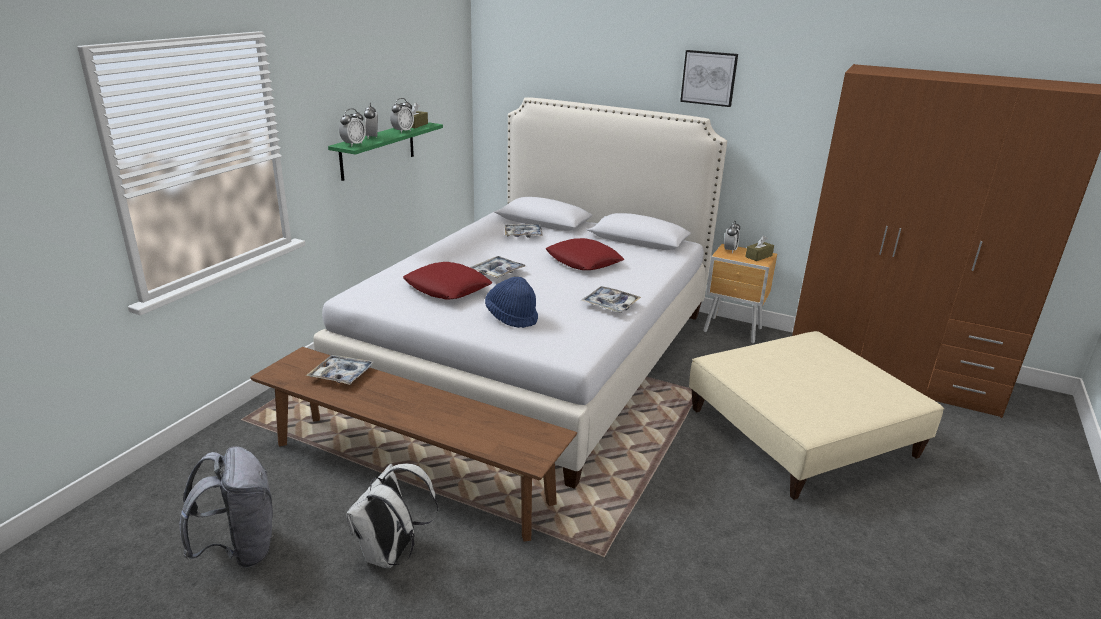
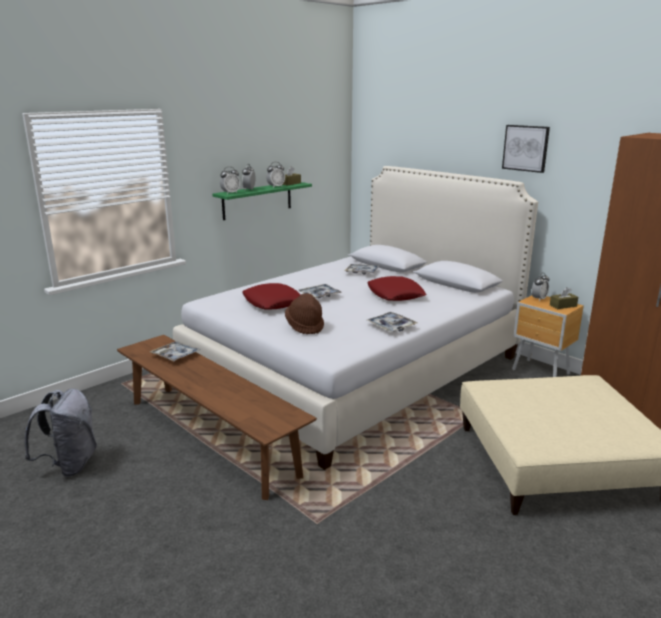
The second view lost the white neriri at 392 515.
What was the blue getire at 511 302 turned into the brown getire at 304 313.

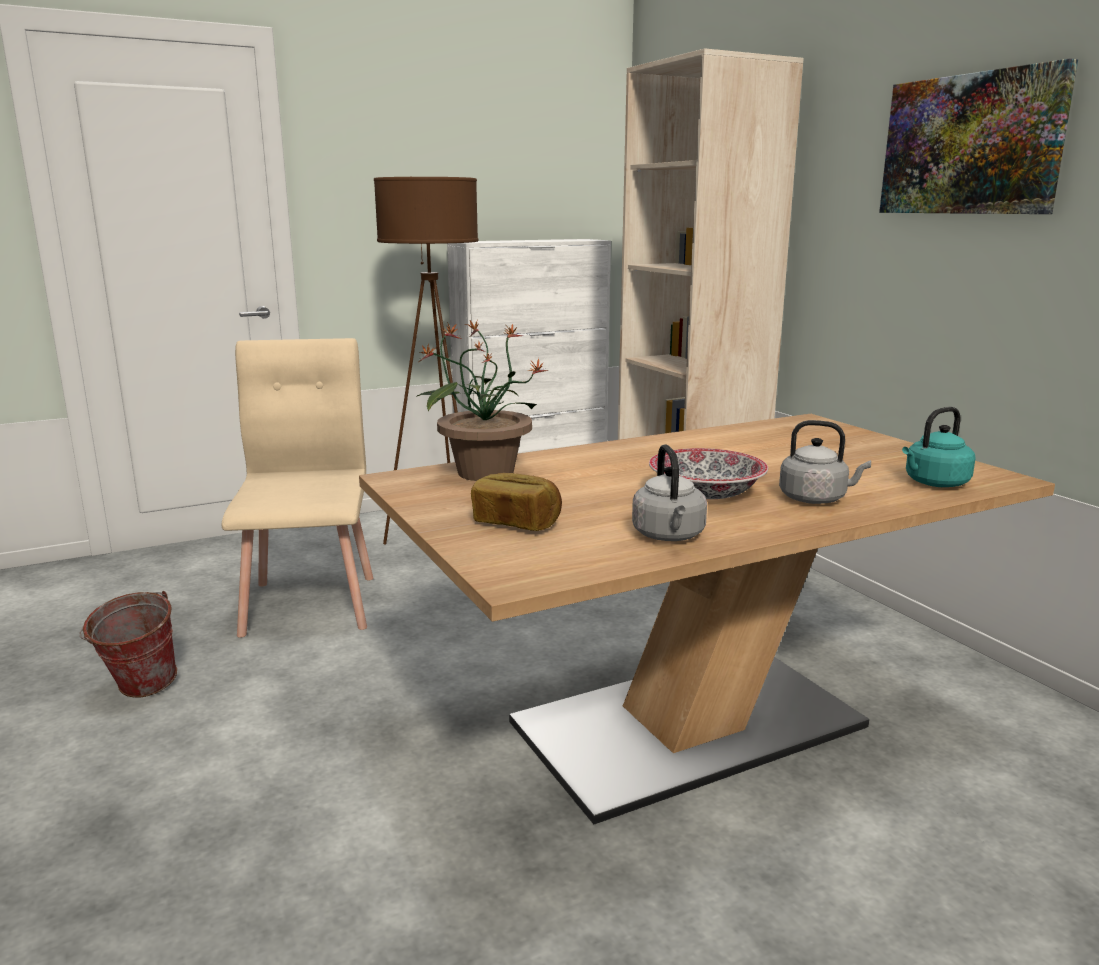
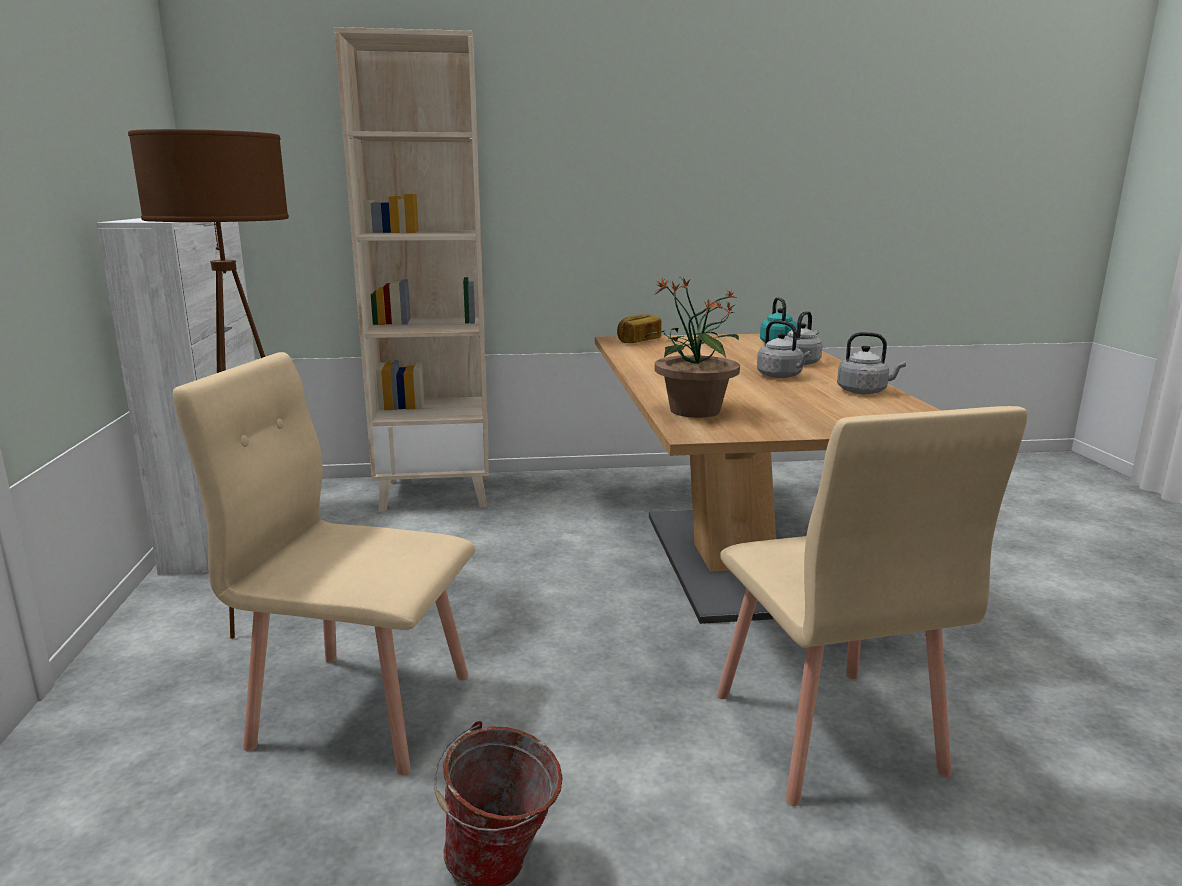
The second view lost the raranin at 978 136.
The second view gained the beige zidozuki at 872 606.
The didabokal ended up elsewhere, having gone from 516 502 to 639 328.
Where the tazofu stood at 708 473, the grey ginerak came to stand at 784 349.

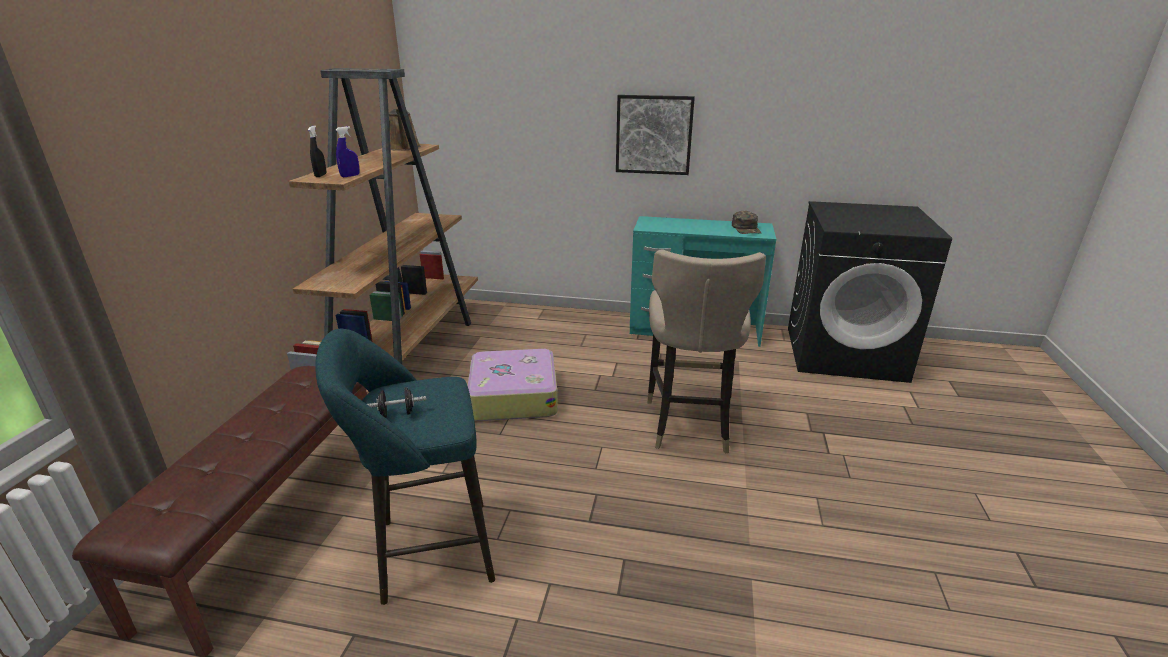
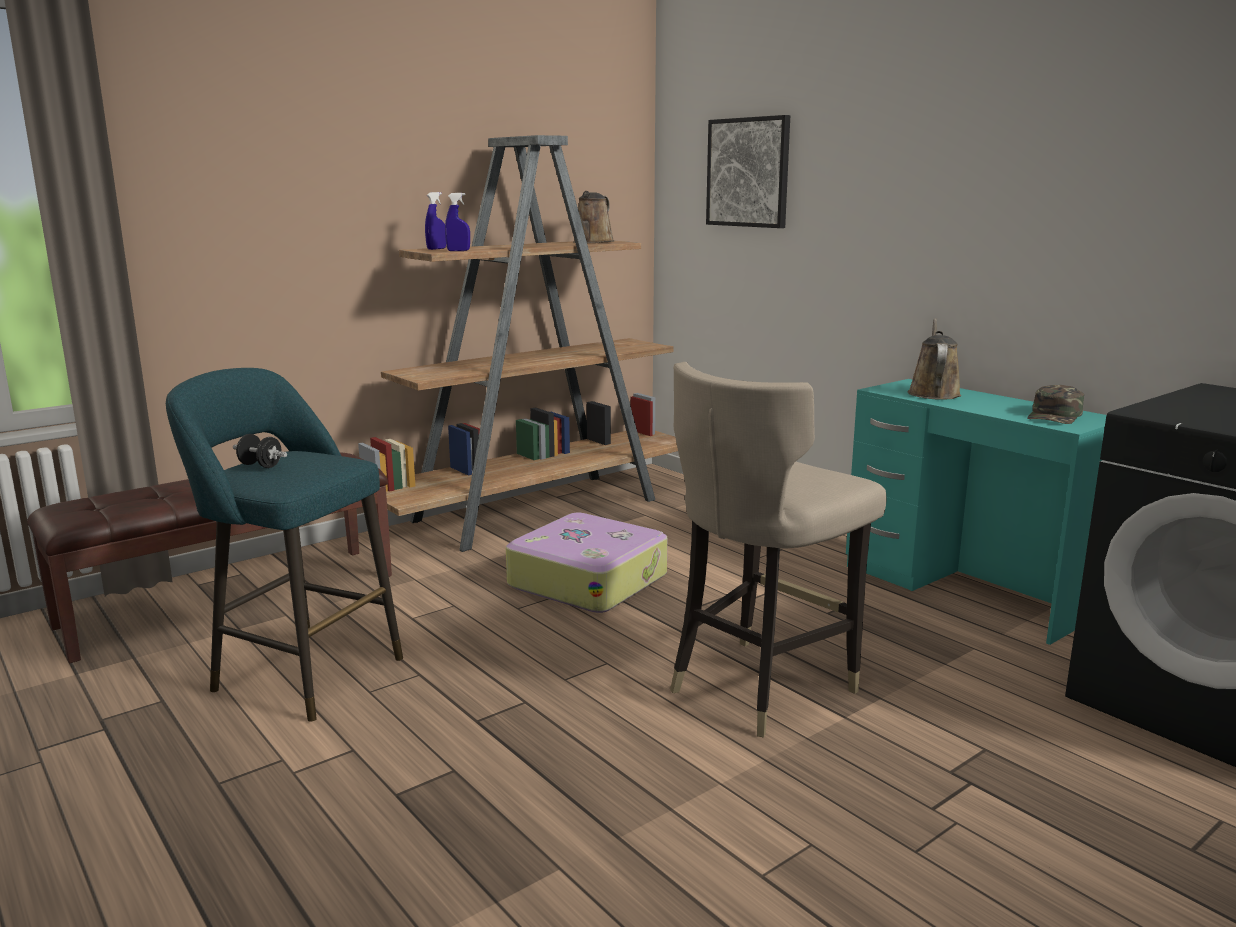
The second view gained the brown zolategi at 934 359.
The raranin ended up elsewhere, having gone from 655 135 to 748 171.
What was the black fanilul at 317 151 turned into the blue fanilul at 435 221.

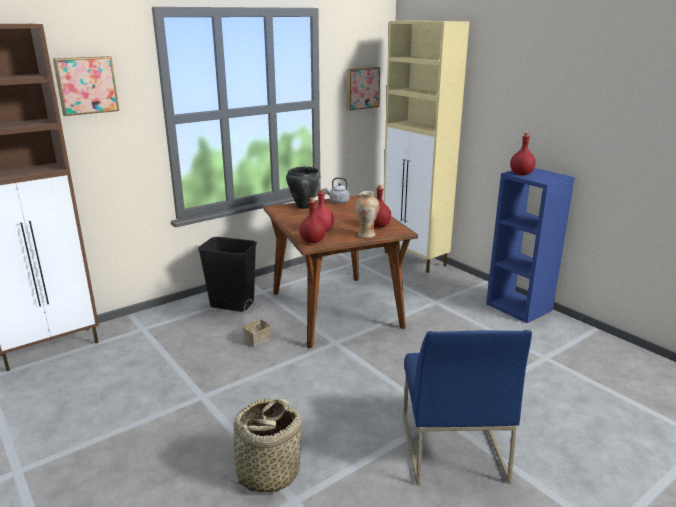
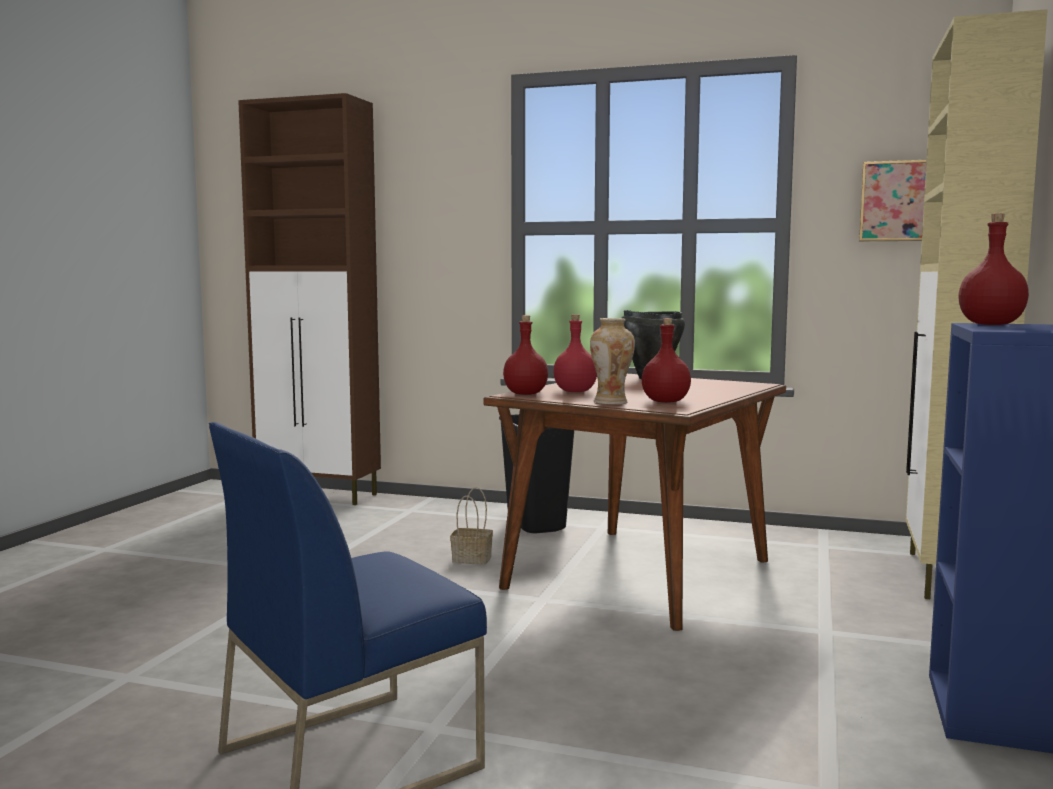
The second view lost the raranin at 86 86.
The second view lost the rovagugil at 262 445.
The second view lost the grey ginerak at 337 190.

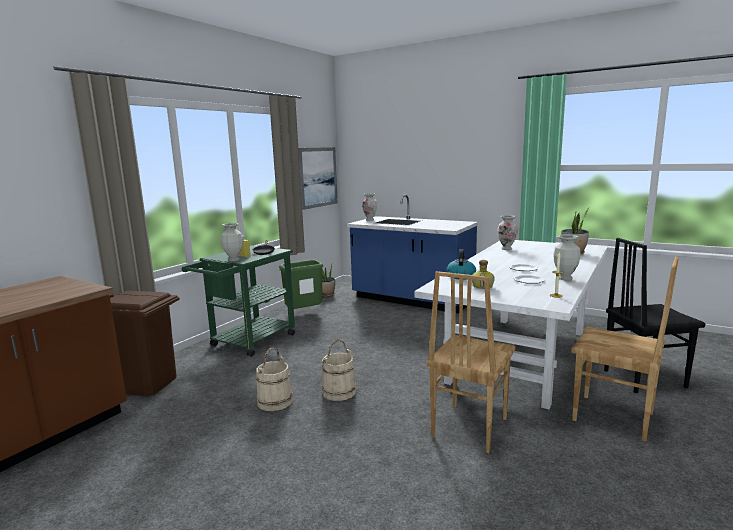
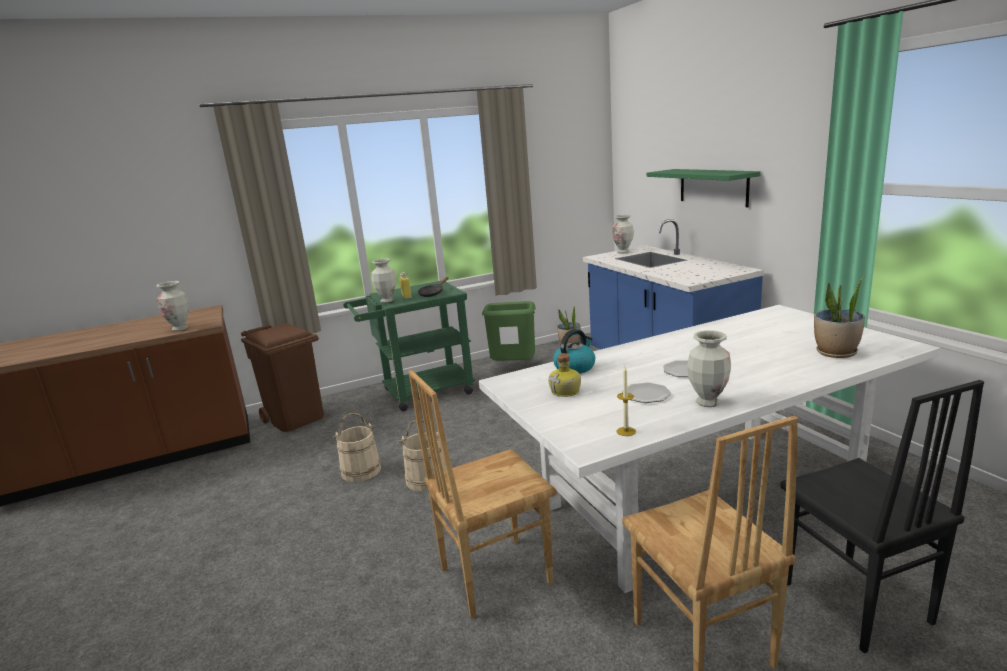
The second view lost the raranin at 318 178.
The second view gained the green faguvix at 703 188.
The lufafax ended up elsewhere, having gone from 507 232 to 172 306.
The black zidozuki at 654 315 ended up facing another way, 135 degrees counterclockwise from before.

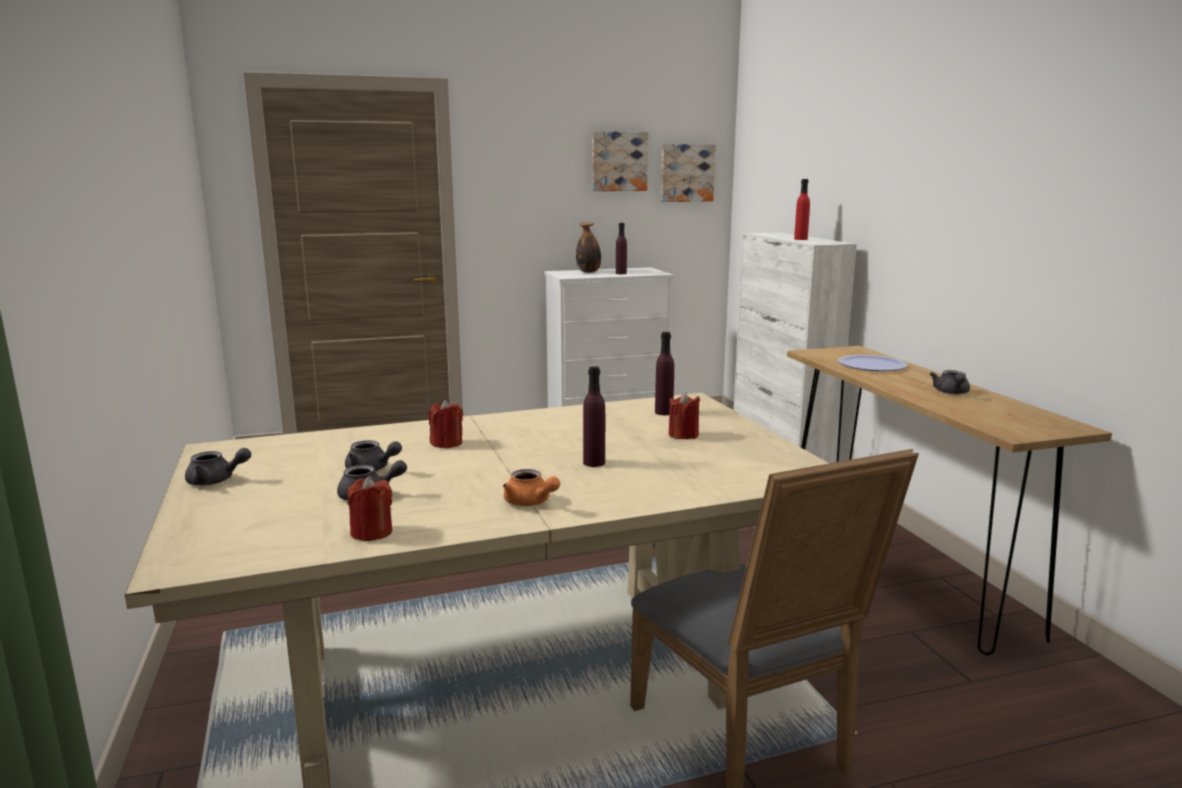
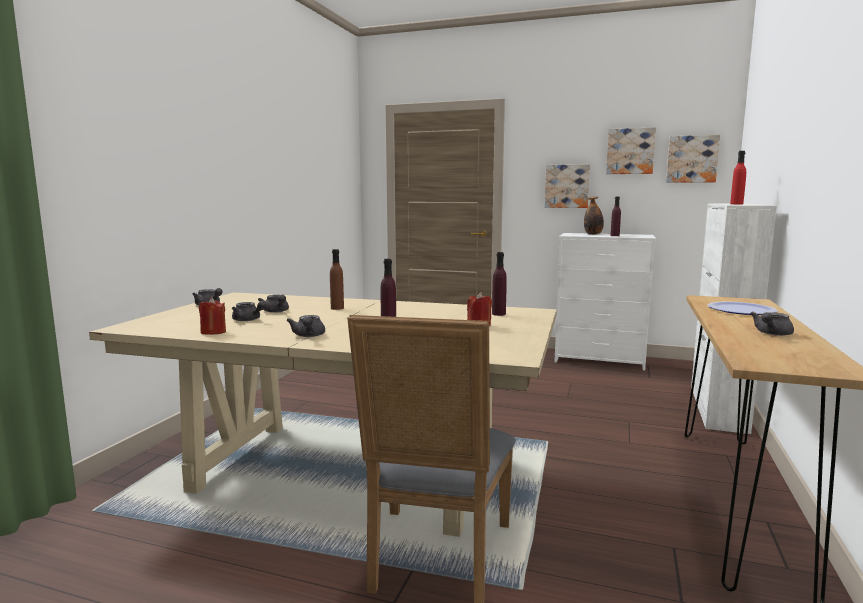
The second view gained the raranin at 567 186.
Where the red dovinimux stood at 446 424, the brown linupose came to stand at 337 279.
What was the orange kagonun at 531 487 turned into the grey kagonun at 306 326.

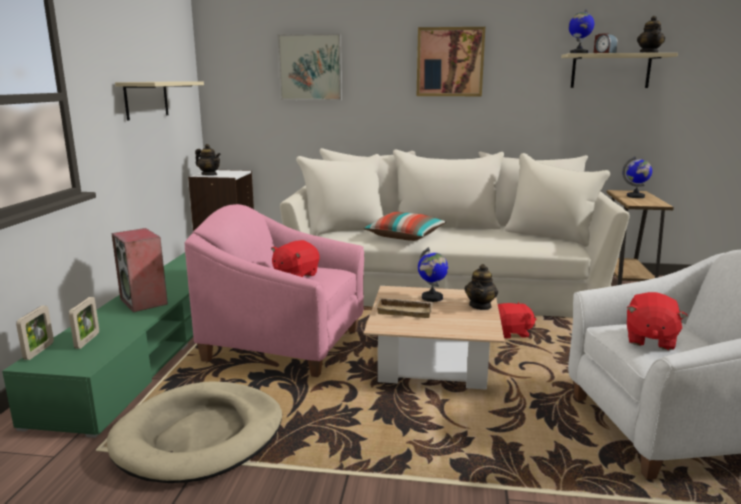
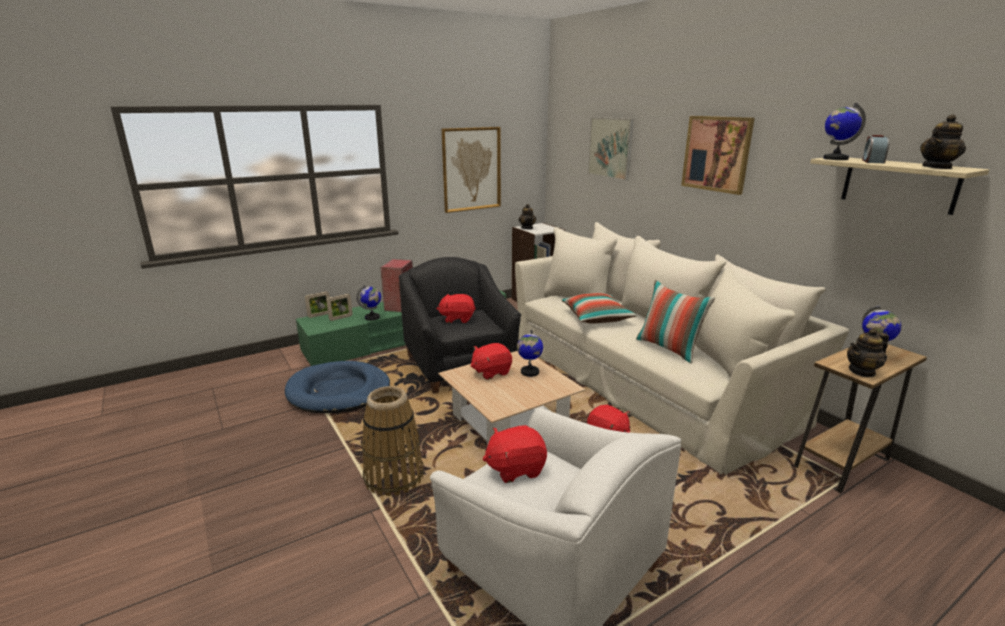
The second view gained the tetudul at 368 303.
The second view gained the rovagugil at 393 441.
The second view gained the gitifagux at 675 322.
The kagonun ended up elsewhere, having gone from 481 287 to 868 352.
Where the beige faguvix hung at 159 101, the raranin came to hang at 471 170.
Where the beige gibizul stood at 404 307, the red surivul came to stand at 491 361.
What was the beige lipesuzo at 194 432 turned into the blue lipesuzo at 337 387.
What was the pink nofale at 274 290 turned into the black nofale at 460 325.

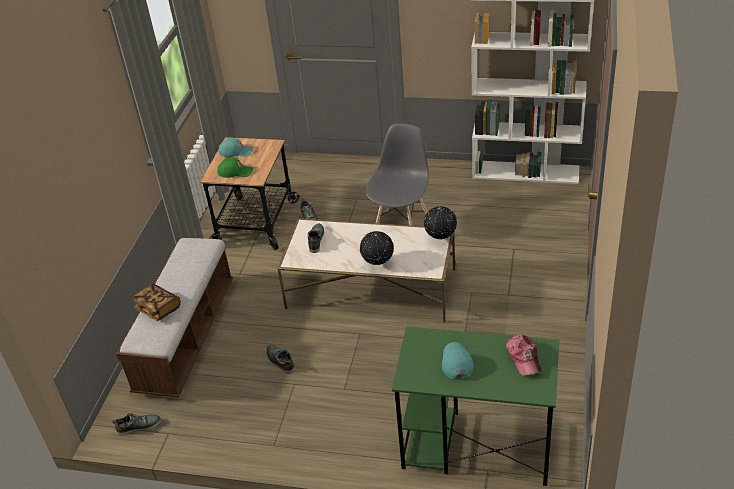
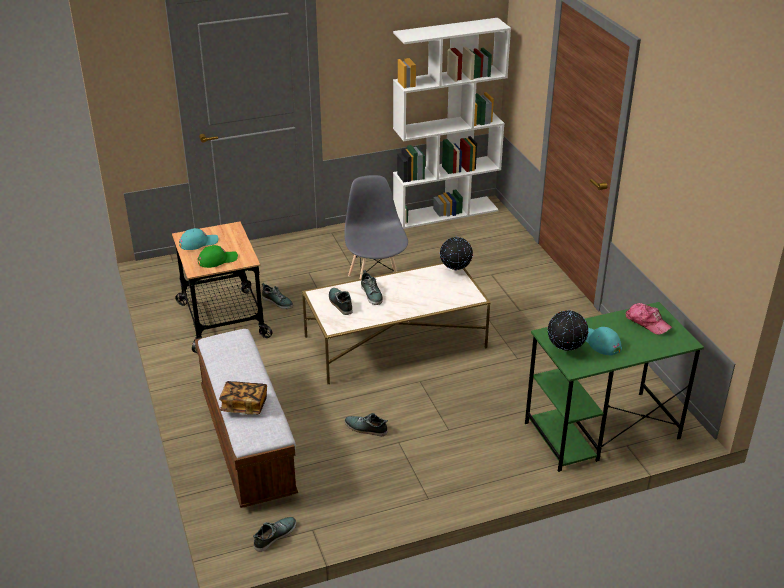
The second view gained the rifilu at 372 287.
The tetudul ended up elsewhere, having gone from 377 248 to 567 331.

